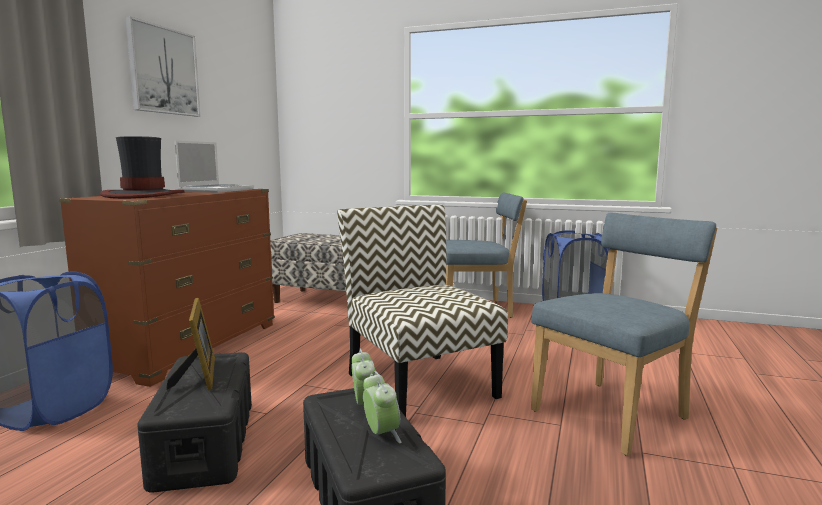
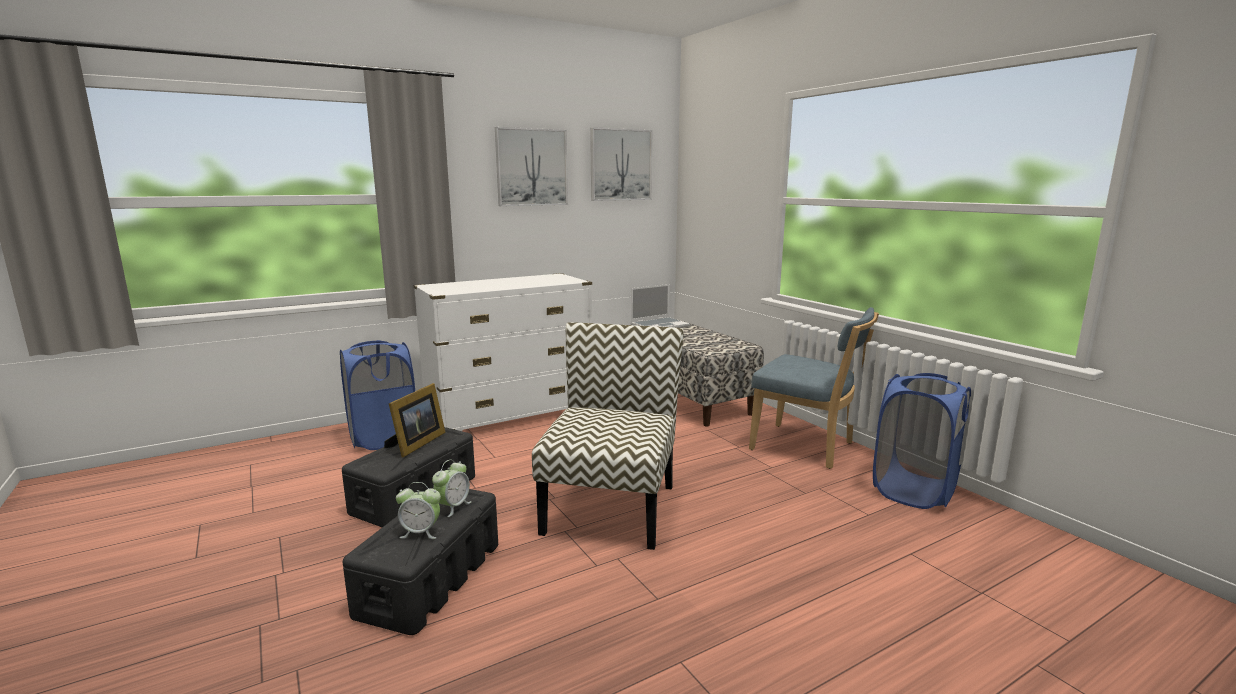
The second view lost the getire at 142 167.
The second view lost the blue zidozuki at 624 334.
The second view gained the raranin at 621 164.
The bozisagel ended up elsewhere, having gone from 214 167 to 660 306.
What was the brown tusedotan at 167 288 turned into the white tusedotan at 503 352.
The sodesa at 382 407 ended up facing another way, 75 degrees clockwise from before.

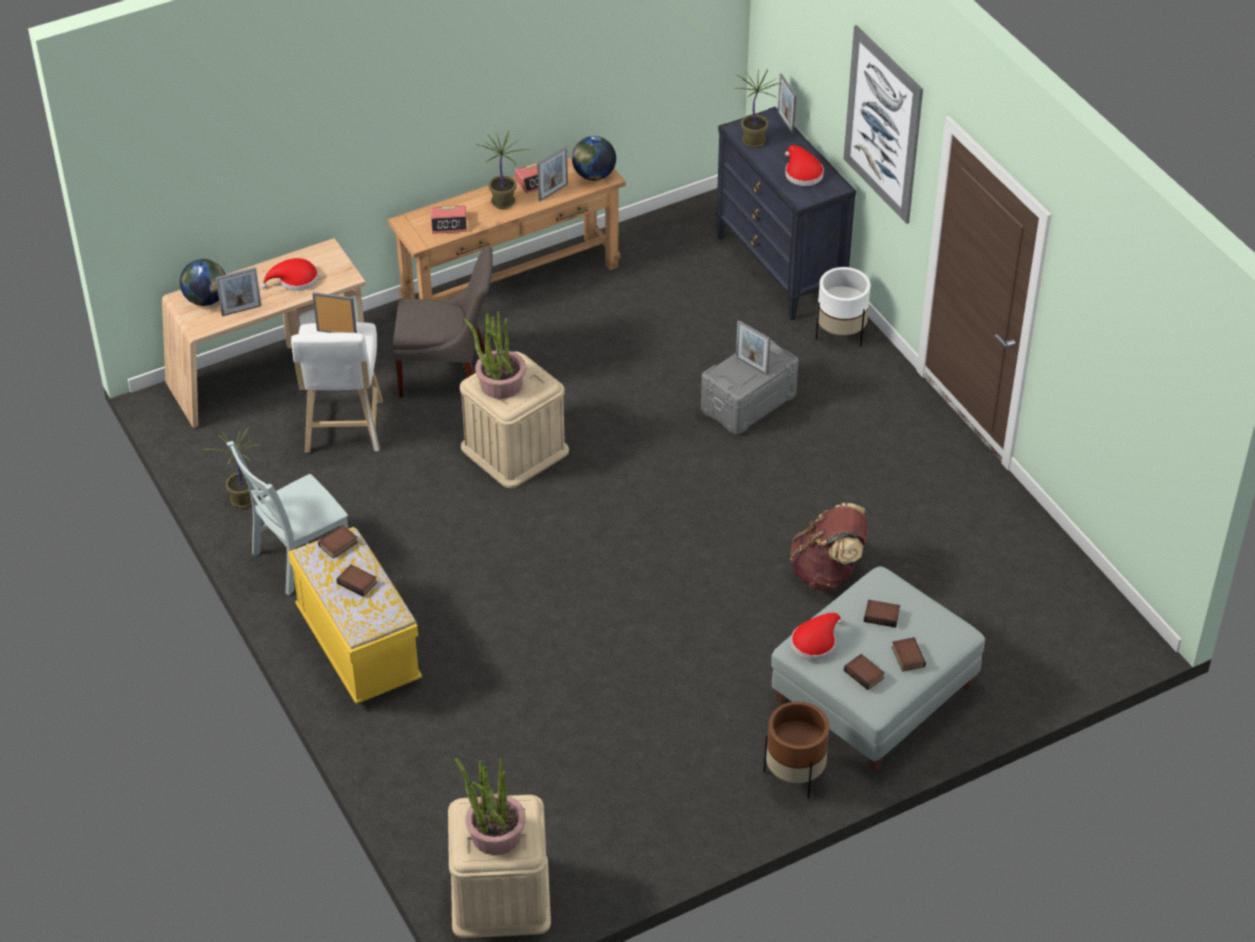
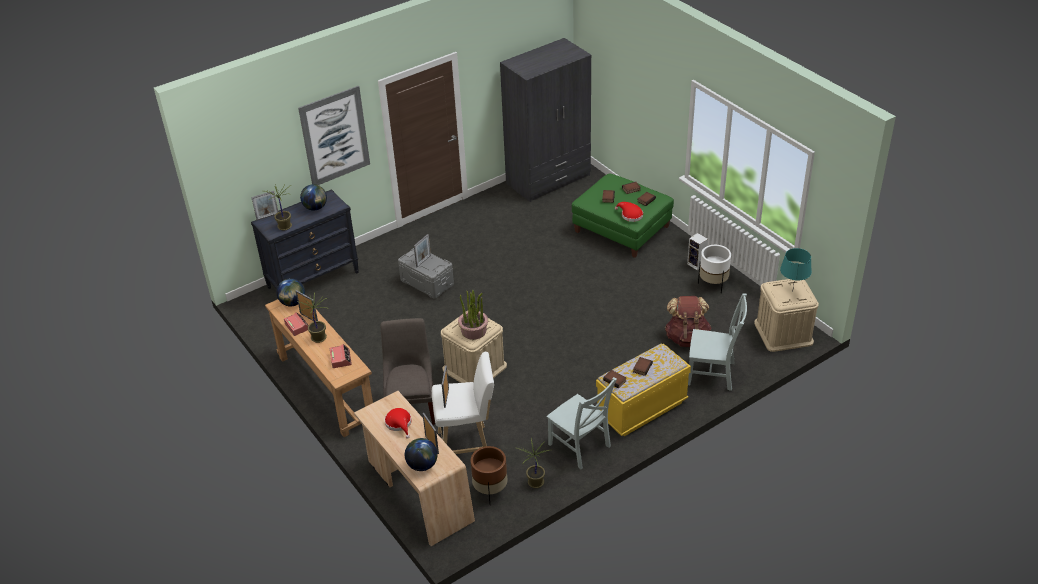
The second view gained the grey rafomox at 545 120.
The second view gained the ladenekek at 697 252.
The second view gained the grey zidozuki at 717 342.
The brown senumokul ended up elsewhere, having gone from 796 750 to 489 474.
The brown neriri ended up elsewhere, having gone from 829 547 to 688 321.
The white senumokul ended up elsewhere, having gone from 843 307 to 714 269.
Where the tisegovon stood at 490 806, the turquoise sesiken came to stand at 796 270.
Where the red getire stood at 804 165, the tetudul came to stand at 313 197.
What was the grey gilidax at 878 669 turned into the green gilidax at 623 215.

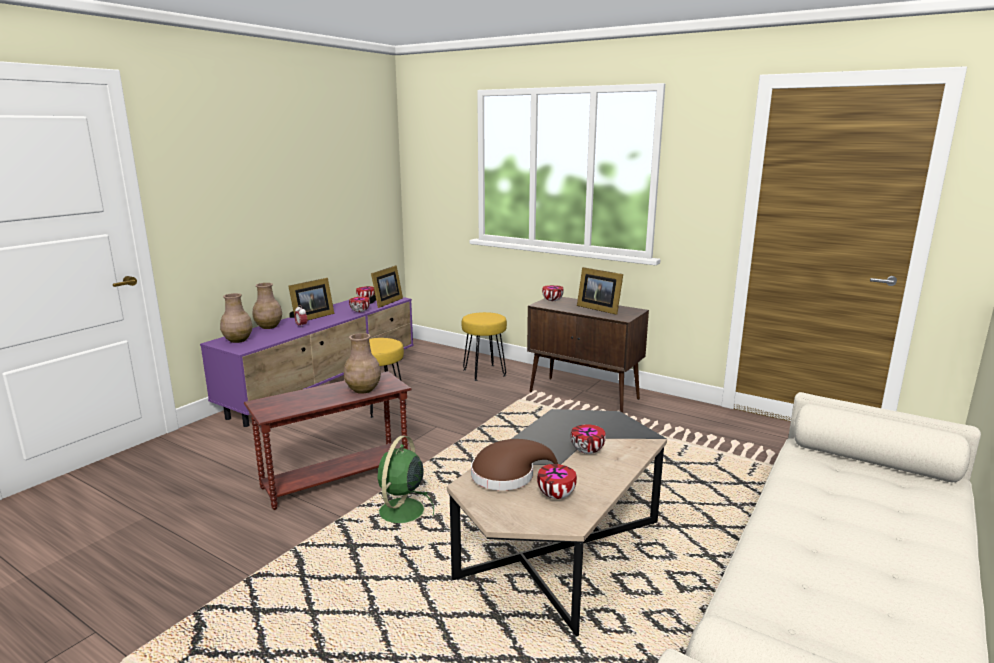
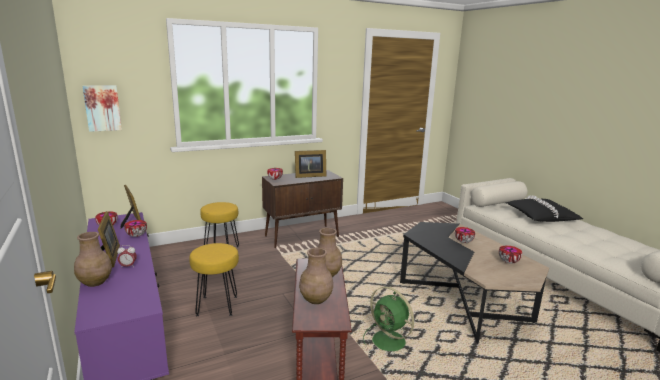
The second view lost the brown getire at 514 464.
The second view gained the raranin at 102 108.
The second view gained the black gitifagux at 544 208.
The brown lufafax ended up elsewhere, having gone from 236 318 to 316 276.

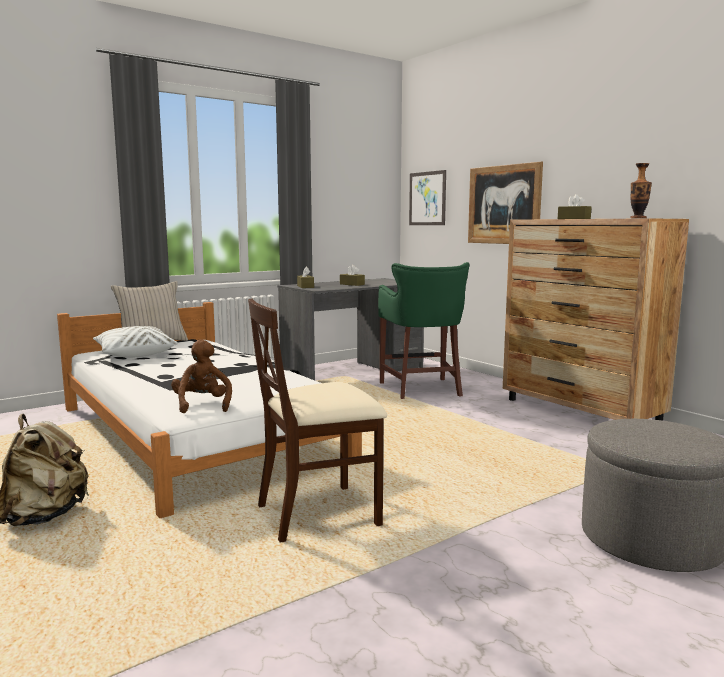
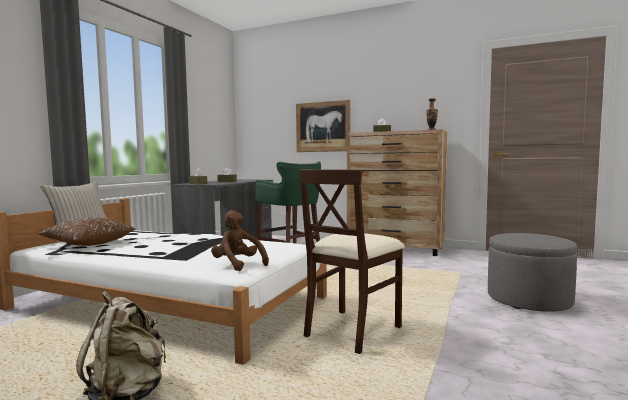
The second view lost the raranin at 427 197.
What was the white gitifagux at 135 342 turned into the brown gitifagux at 86 231.

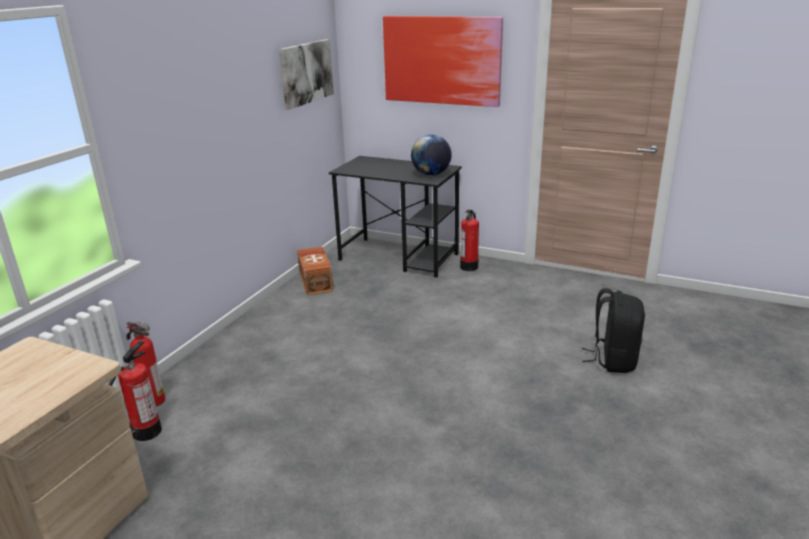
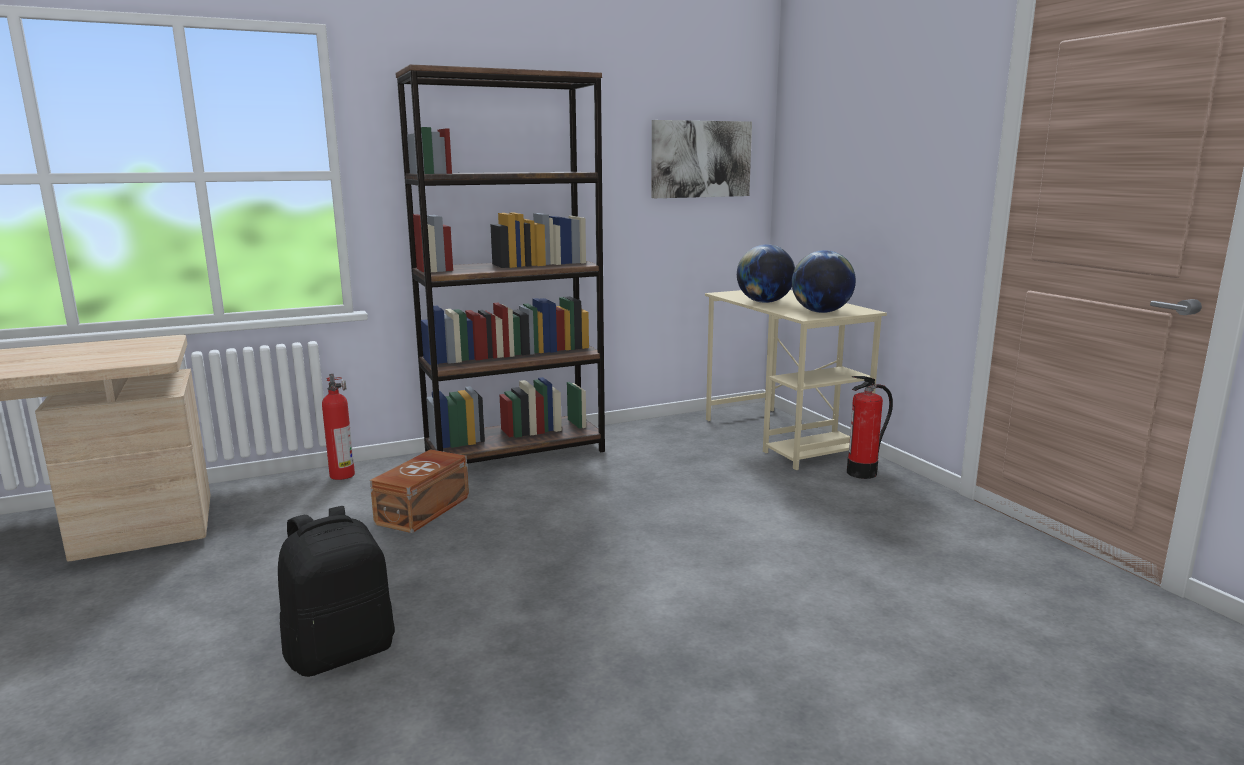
The second view lost the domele at 135 391.
The second view lost the raranin at 443 61.
The second view gained the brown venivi at 500 264.
The second view gained the tetudul at 766 273.
The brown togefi ended up elsewhere, having gone from 315 271 to 419 491.
The black neriri ended up elsewhere, having gone from 613 330 to 336 591.
What was the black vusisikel at 395 217 turned into the beige vusisikel at 796 380.

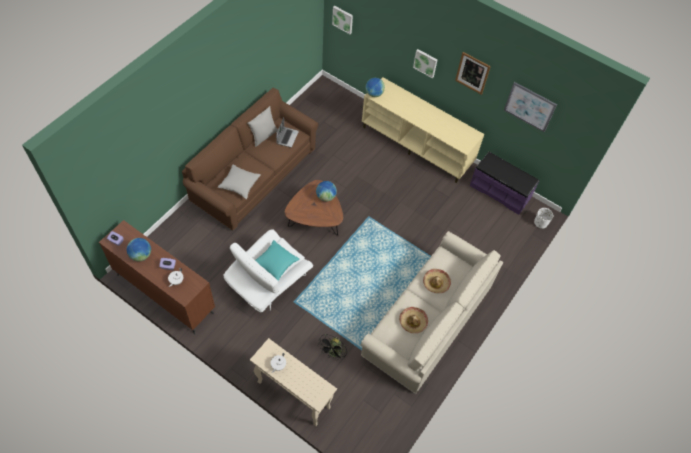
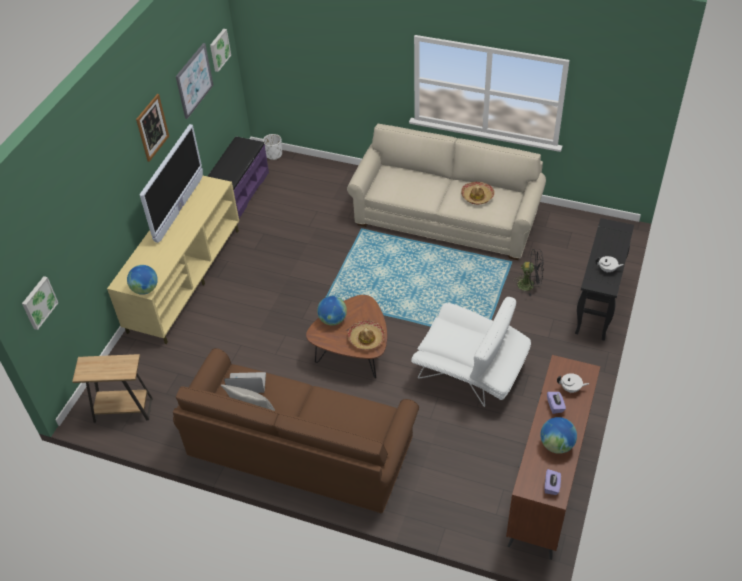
The second view lost the grey gitifagux at 239 181.
The second view lost the turquoise gitifagux at 277 260.
The second view gained the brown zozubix at 112 388.
The second view gained the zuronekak at 171 183.
The raranin ended up elsewhere, having gone from 425 63 to 220 50.
The getire ended up elsewhere, having gone from 437 281 to 366 335.
What was the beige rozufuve at 293 382 turned into the black rozufuve at 604 279.

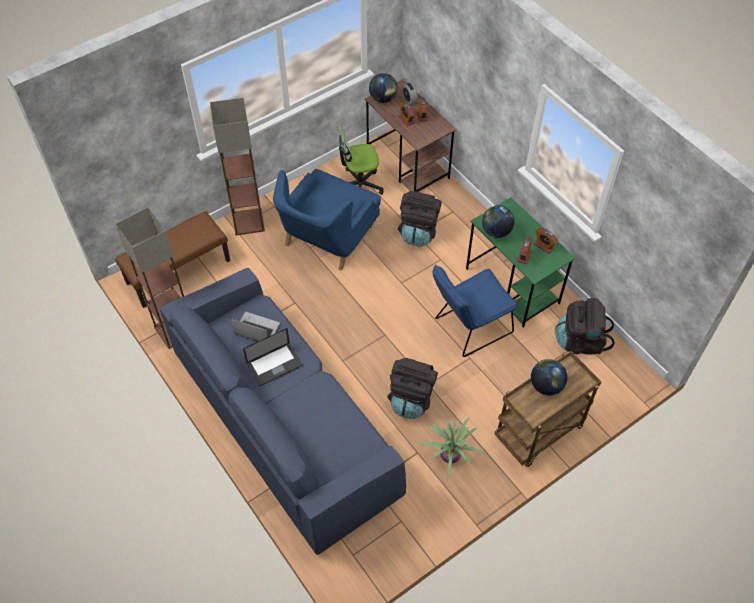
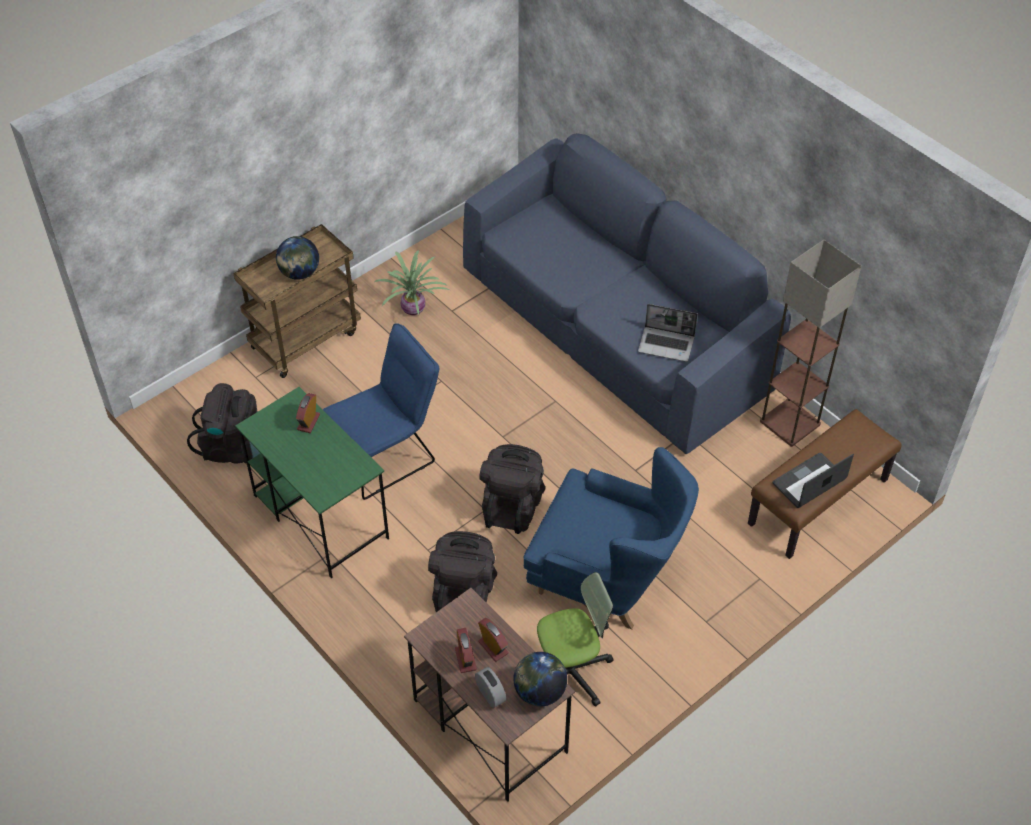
The second view lost the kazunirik at 237 166.
The second view lost the tetudul at 498 221.
The second view lost the sodesa at 546 241.
The bozisagel ended up elsewhere, having gone from 272 357 to 813 480.
The black neriri ended up elsewhere, having gone from 412 388 to 512 489.
The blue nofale at 327 219 ended up facing another way, 90 degrees clockwise from before.

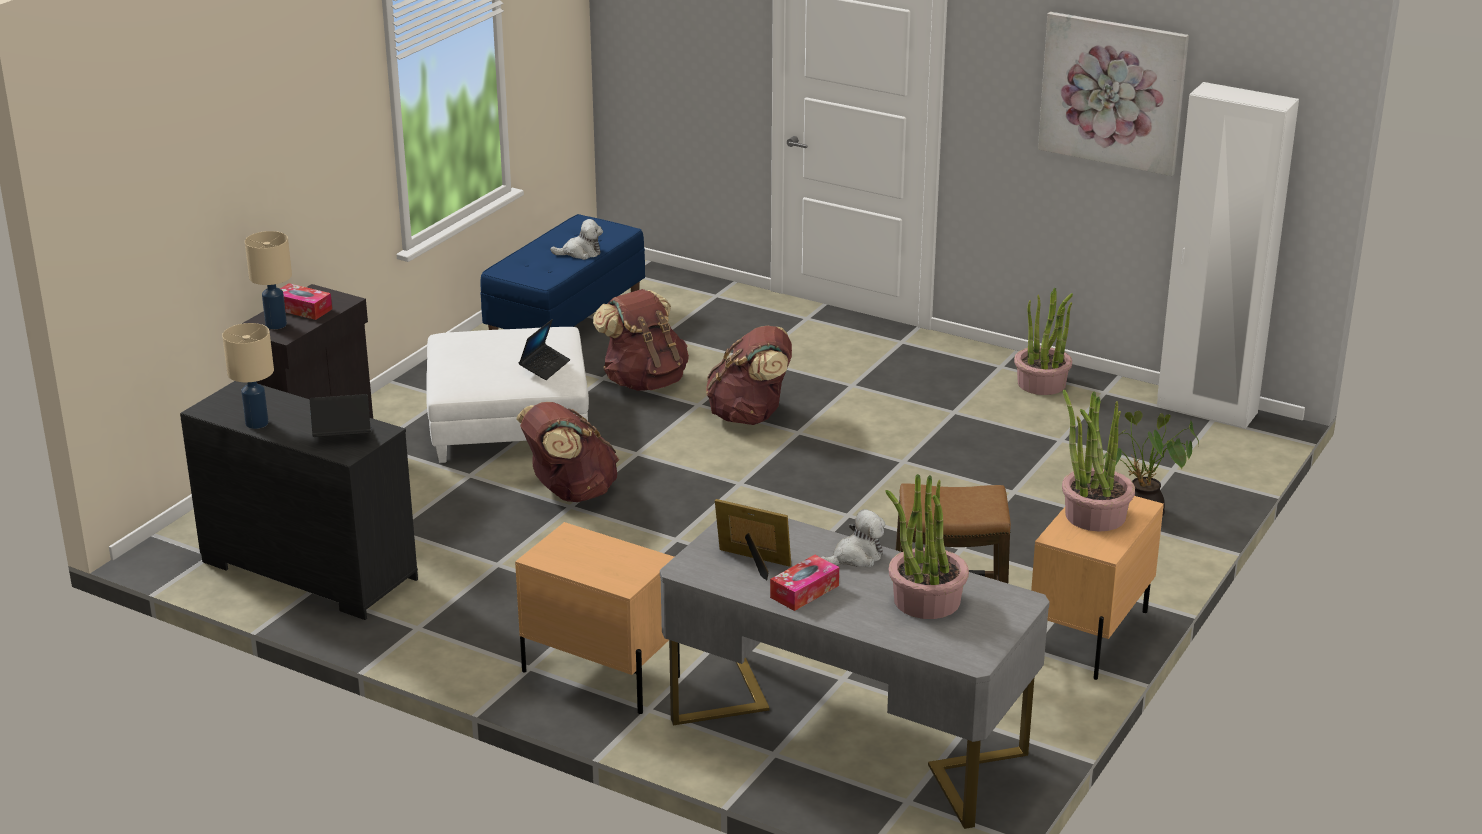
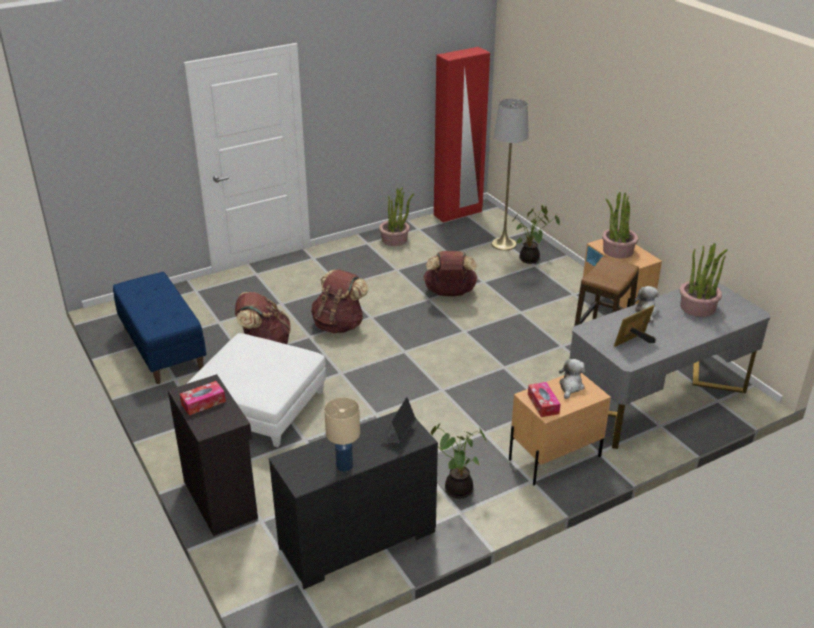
The second view lost the beige sesiken at 268 280.
The second view lost the bozisagel at 544 349.
The second view lost the raranin at 1113 94.
The second view gained the tisegovon at 459 461.
The second view gained the grey kazunirik at 510 175.
The brown neriri ended up elsewhere, having gone from 567 452 to 450 273.
The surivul ended up elsewhere, having gone from 576 239 to 572 379.
The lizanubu ended up elsewhere, having gone from 804 583 to 544 399.
What was the white rafomox at 1228 255 turned into the red rafomox at 462 135.

